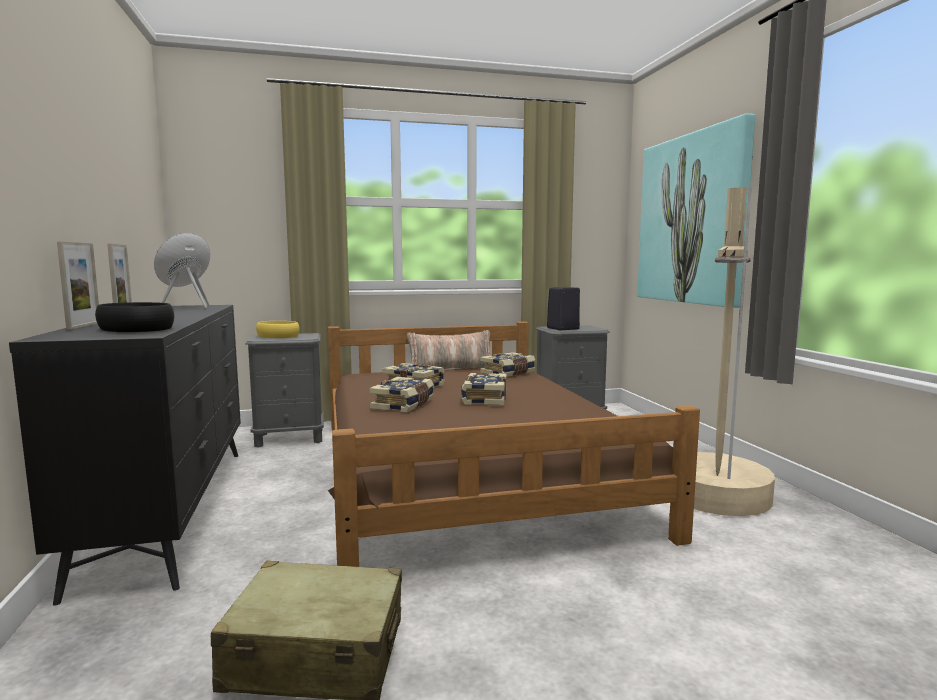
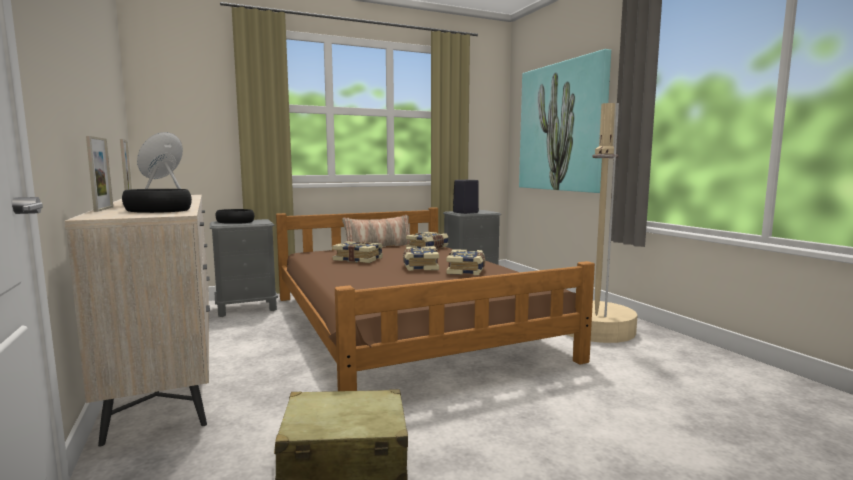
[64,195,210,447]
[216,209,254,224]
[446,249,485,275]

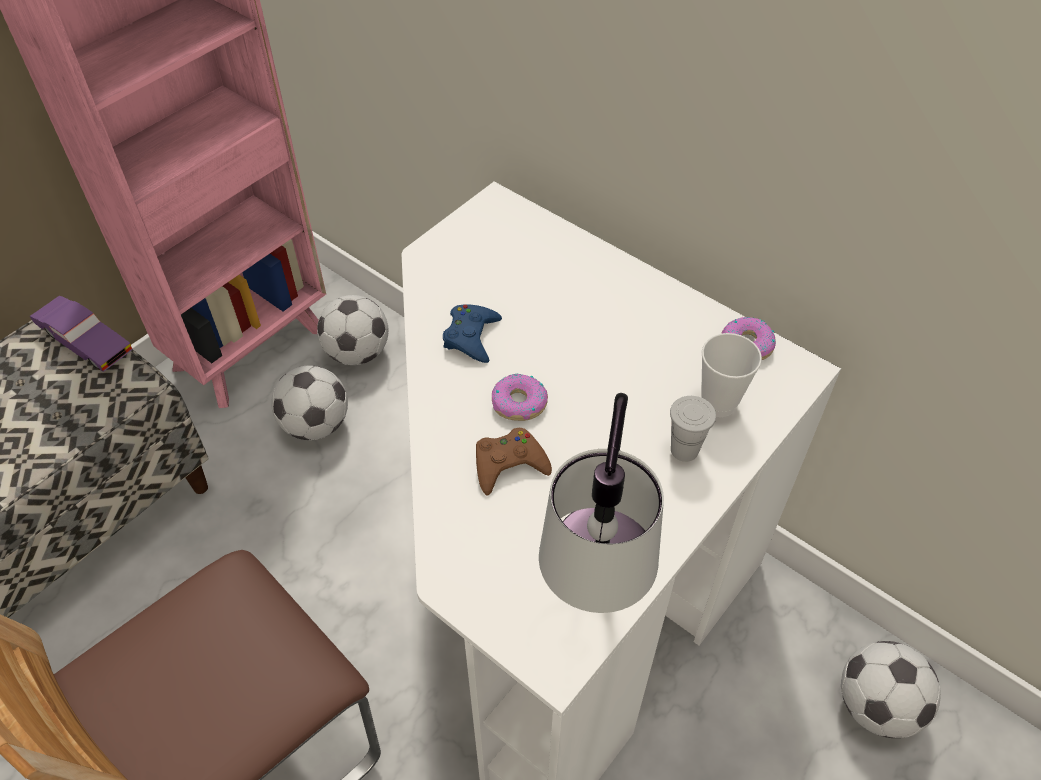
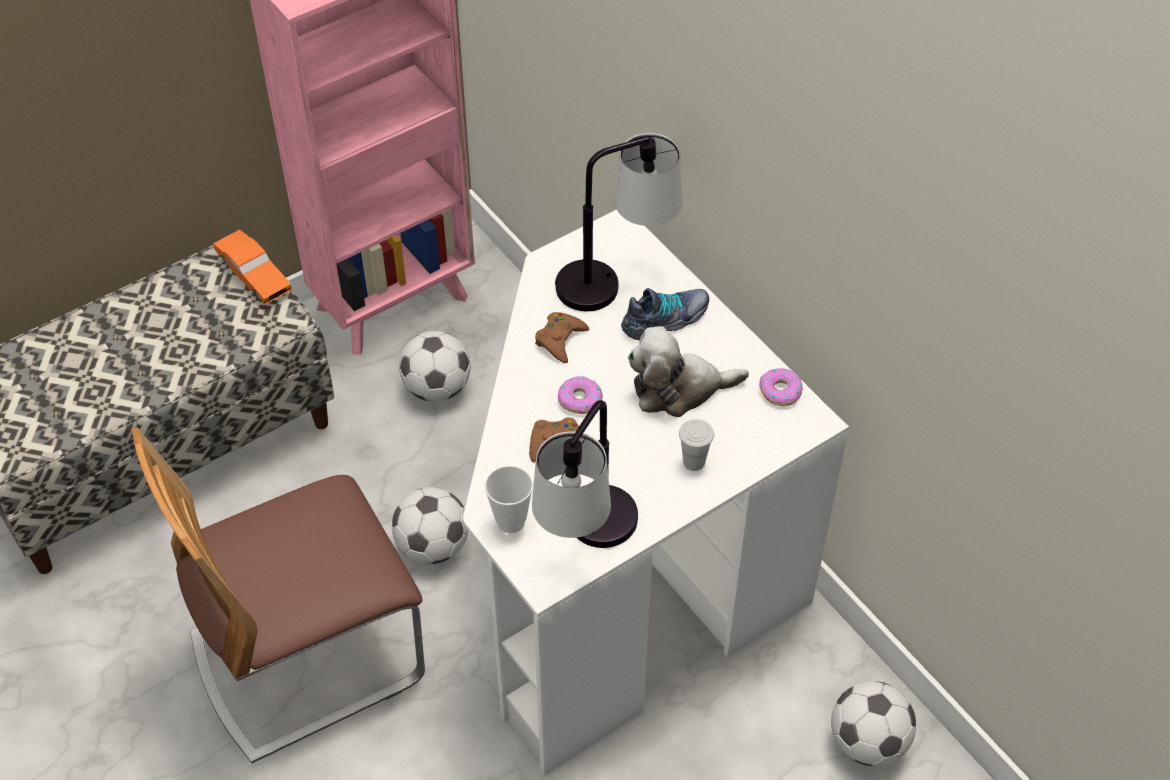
[213,230,292,305]
[392,487,468,564]
[535,312,589,363]
[484,465,533,533]
[555,133,683,311]
[621,288,709,340]
[628,326,749,417]

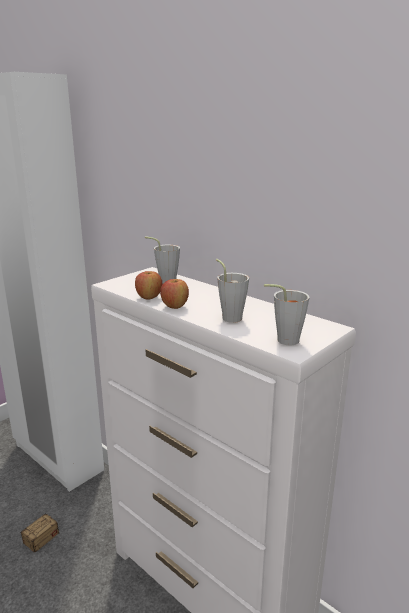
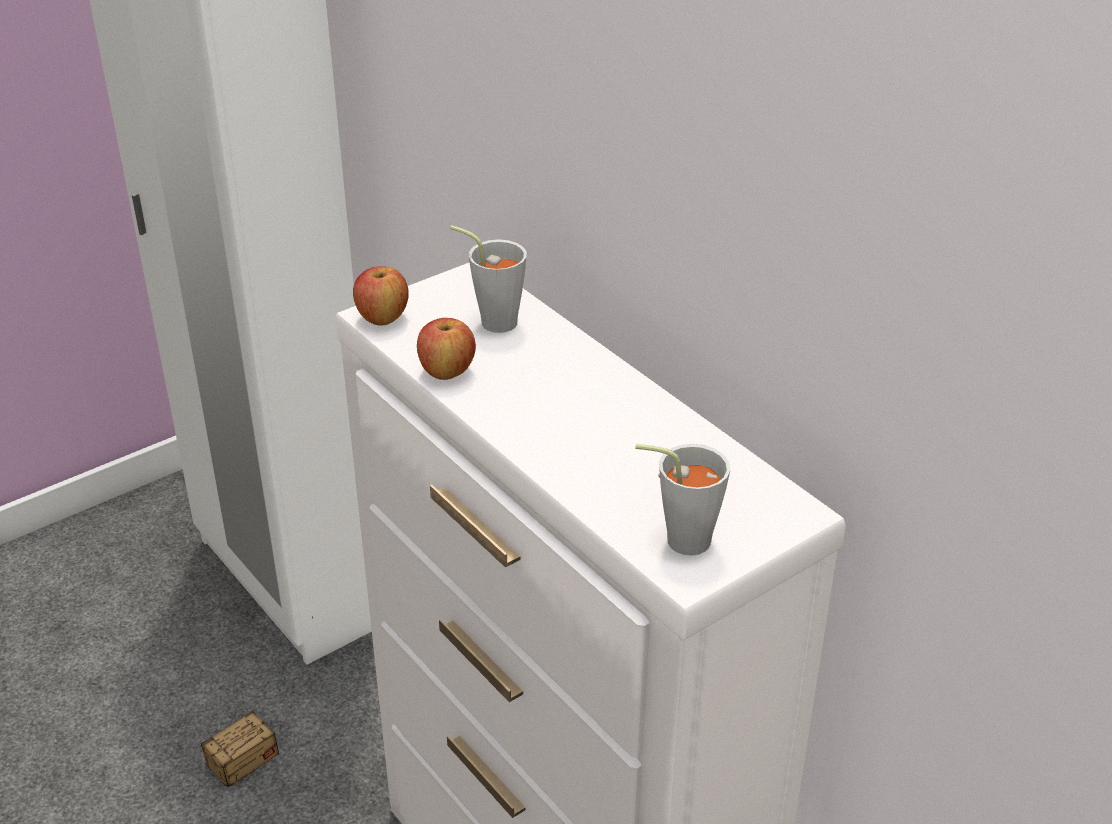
[353,266,409,326]
[216,259,249,323] (first image)

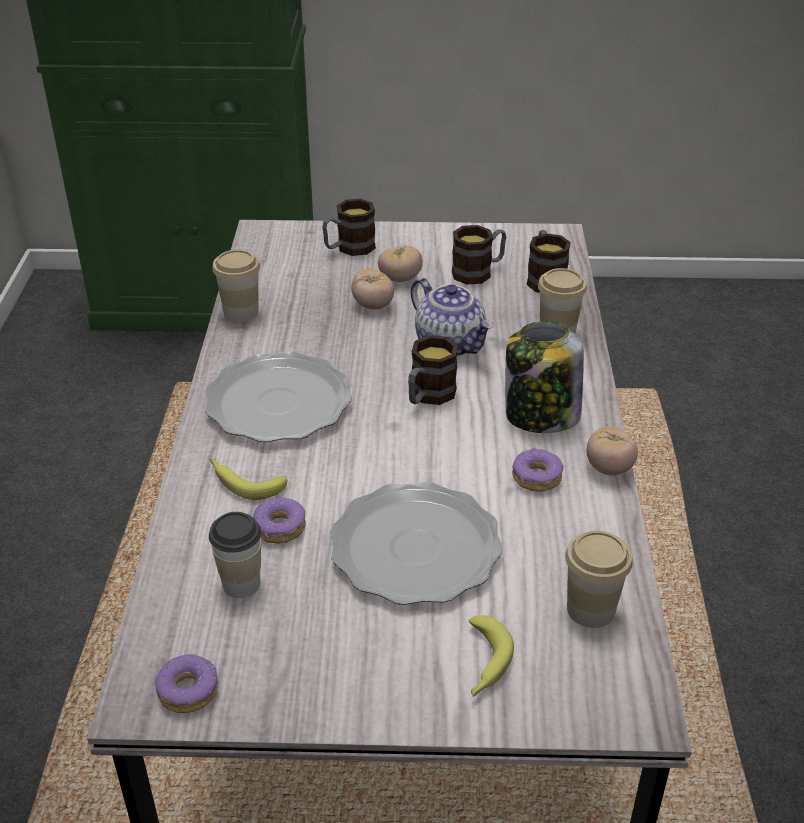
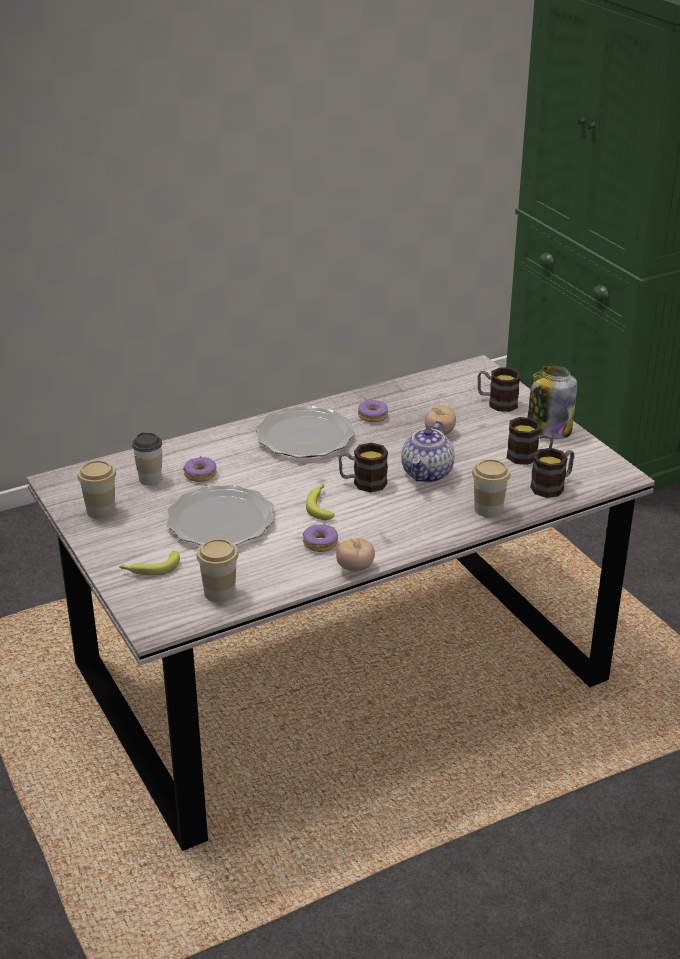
[358,400,388,422]
[306,483,335,520]
[77,460,116,519]
[378,246,423,282] (first image)
[528,365,577,439]

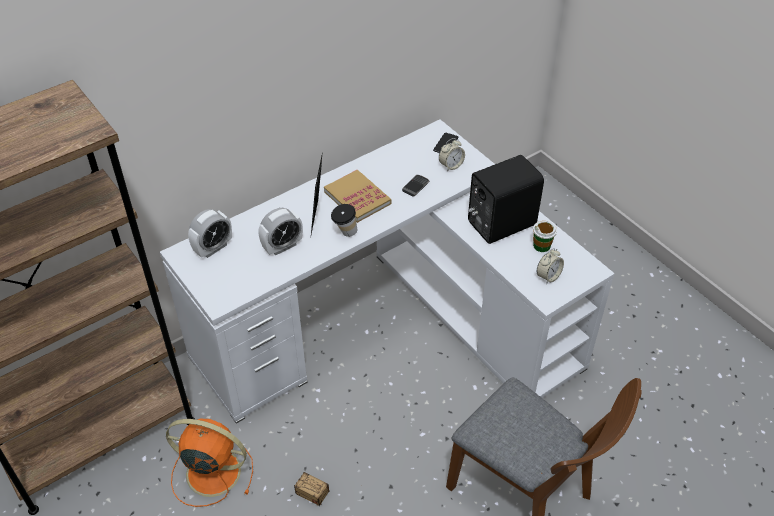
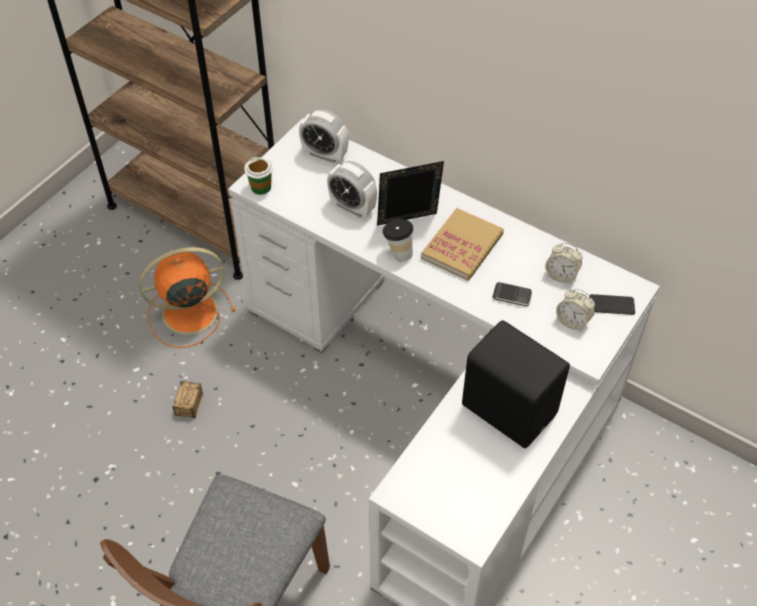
[139,247,236,348]
[244,157,273,195]
[545,243,583,284]

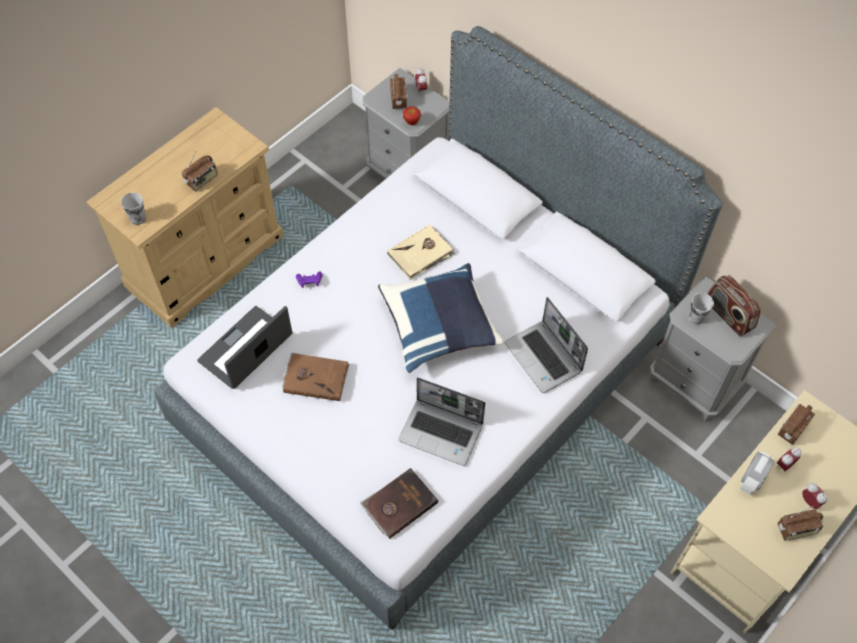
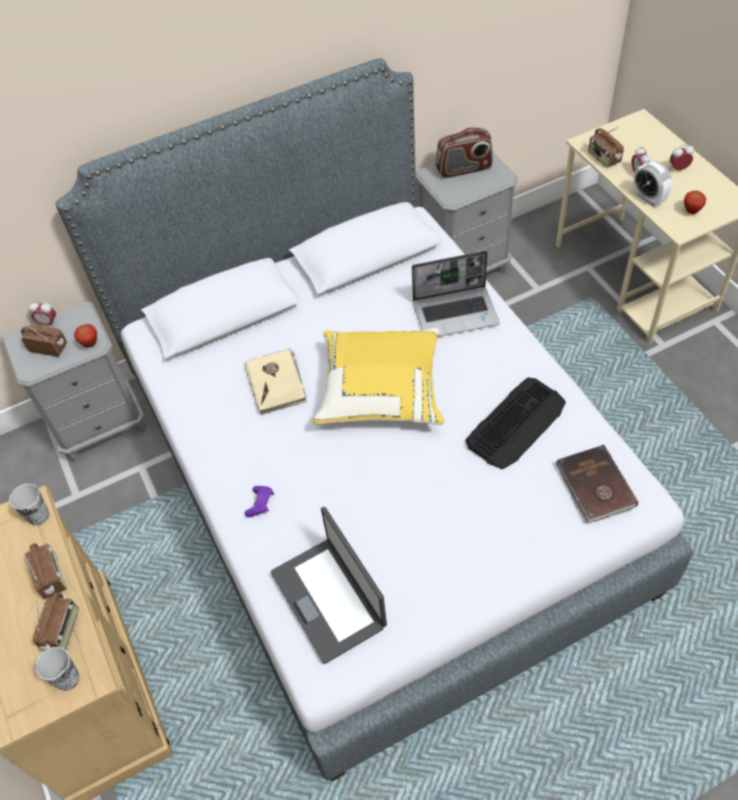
[282,353,349,401] (first image)
[313,328,444,425]
[465,377,566,469]
[9,484,49,526]
[33,593,79,651]
[684,191,706,214]

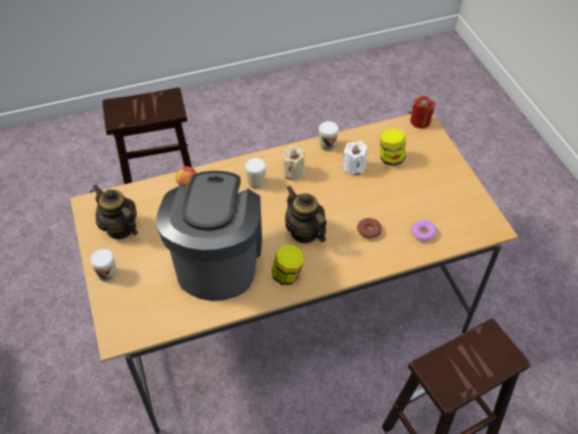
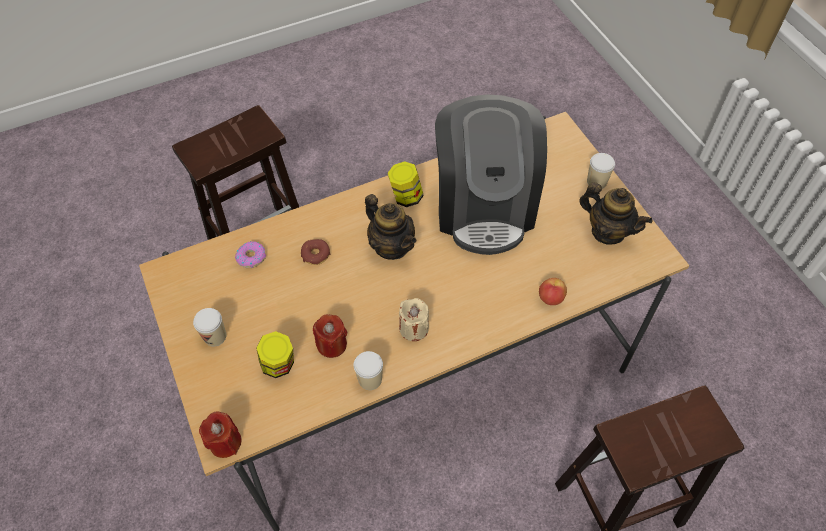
[193,308,226,347]
[313,315,347,358]

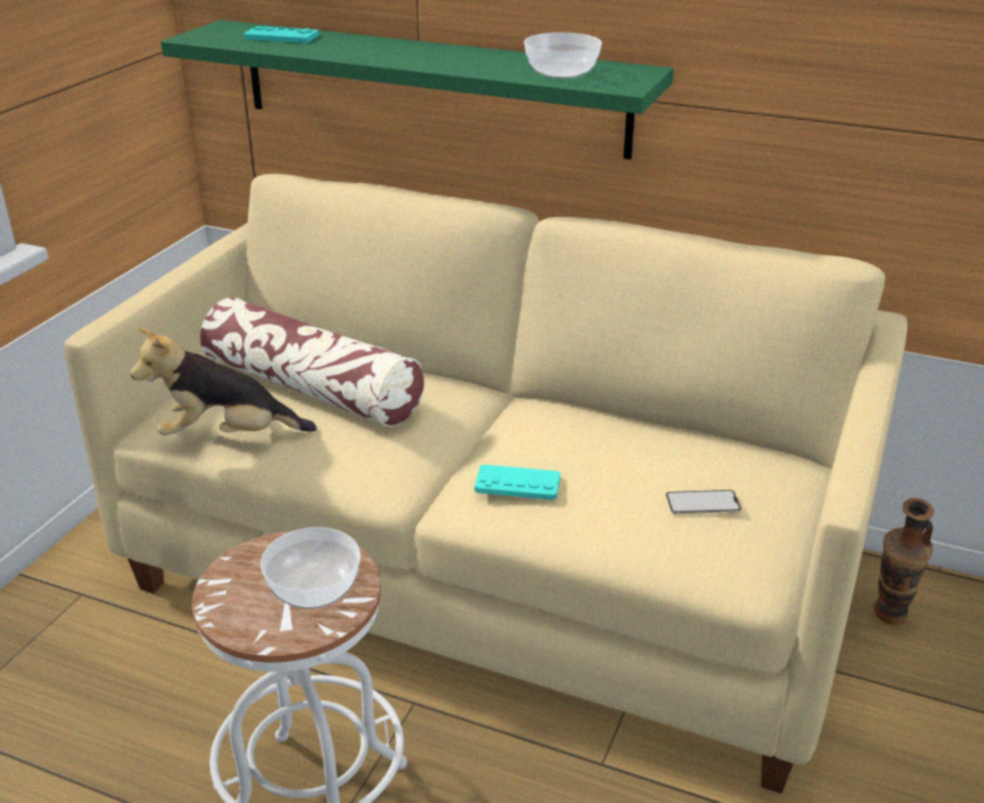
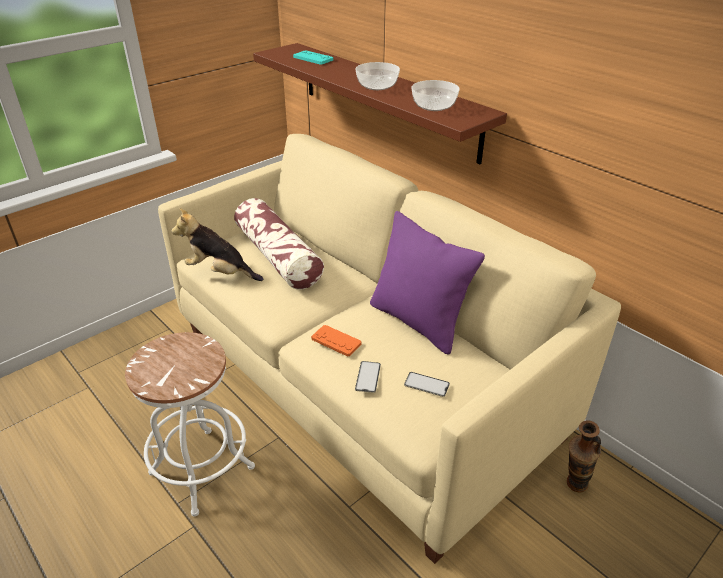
[253,43,507,164]
[356,62,400,90]
[311,325,362,357]
[355,361,381,393]
[370,211,485,355]

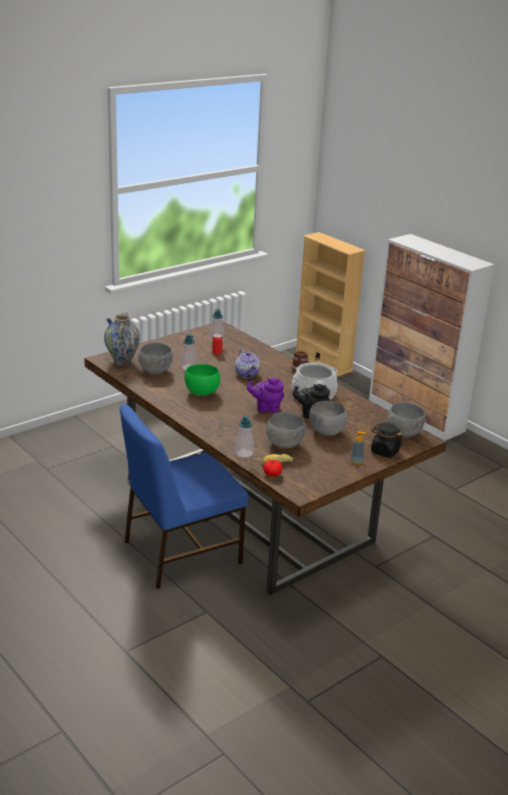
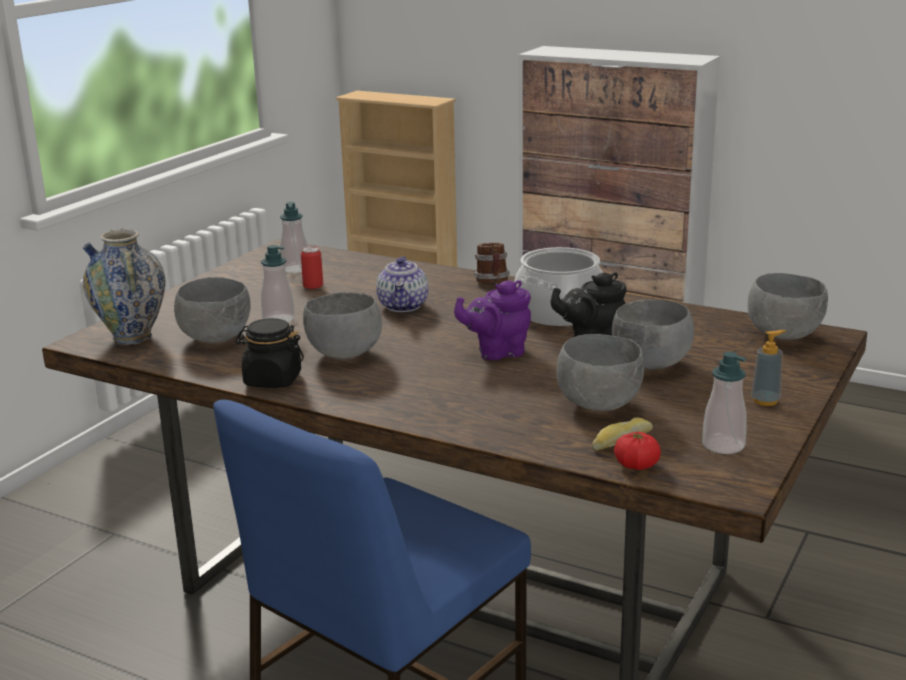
[303,292,382,359]
[376,256,428,312]
[702,352,747,454]
[235,318,304,388]

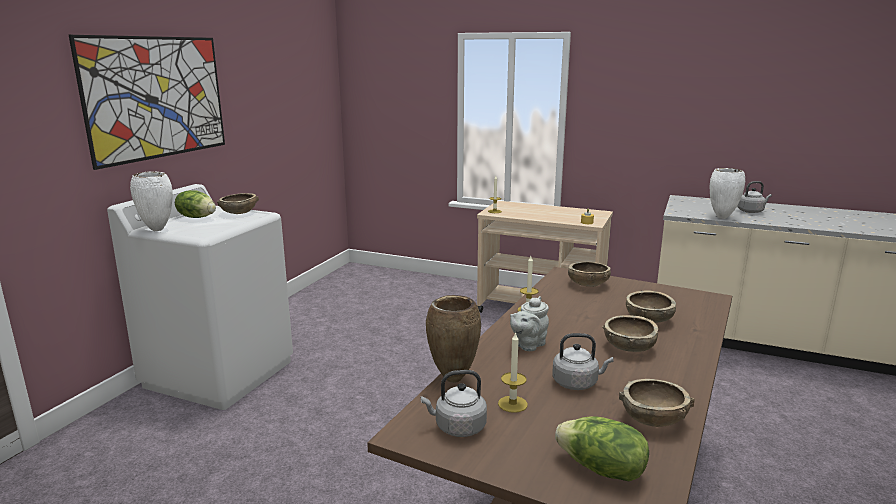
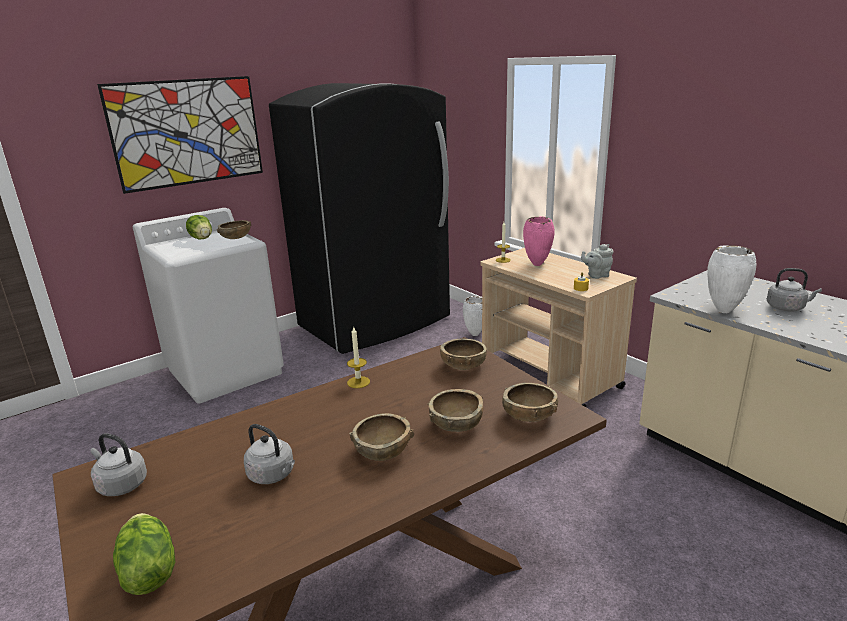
[463,296,482,336]
[426,295,481,383] (first image)
[498,332,528,413] (first image)
[581,244,613,279]
[502,383,558,422]
[269,83,450,354]
[523,217,555,266]

